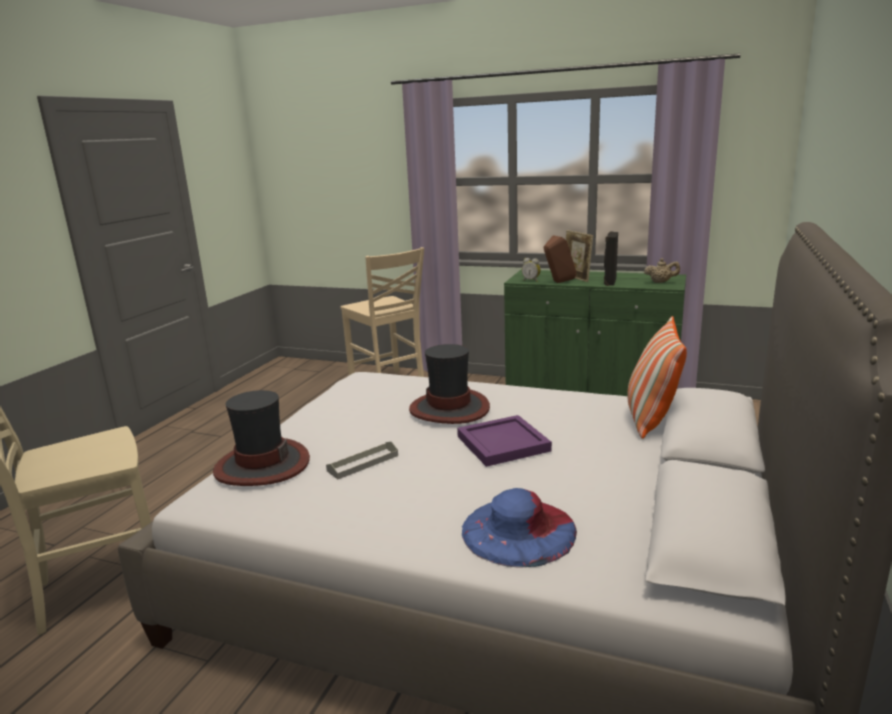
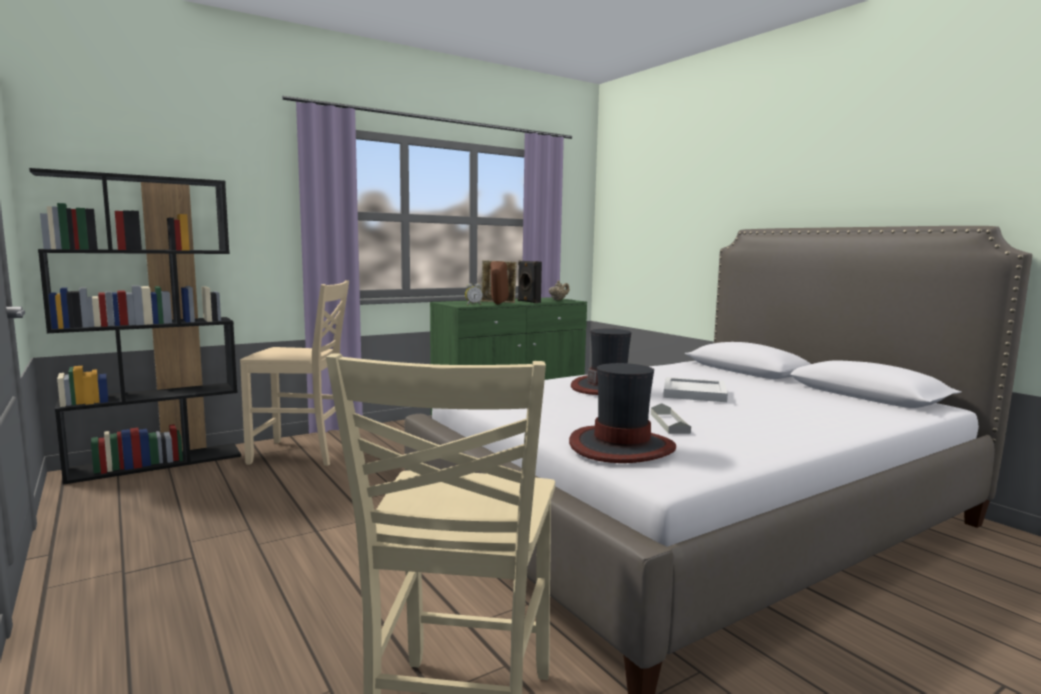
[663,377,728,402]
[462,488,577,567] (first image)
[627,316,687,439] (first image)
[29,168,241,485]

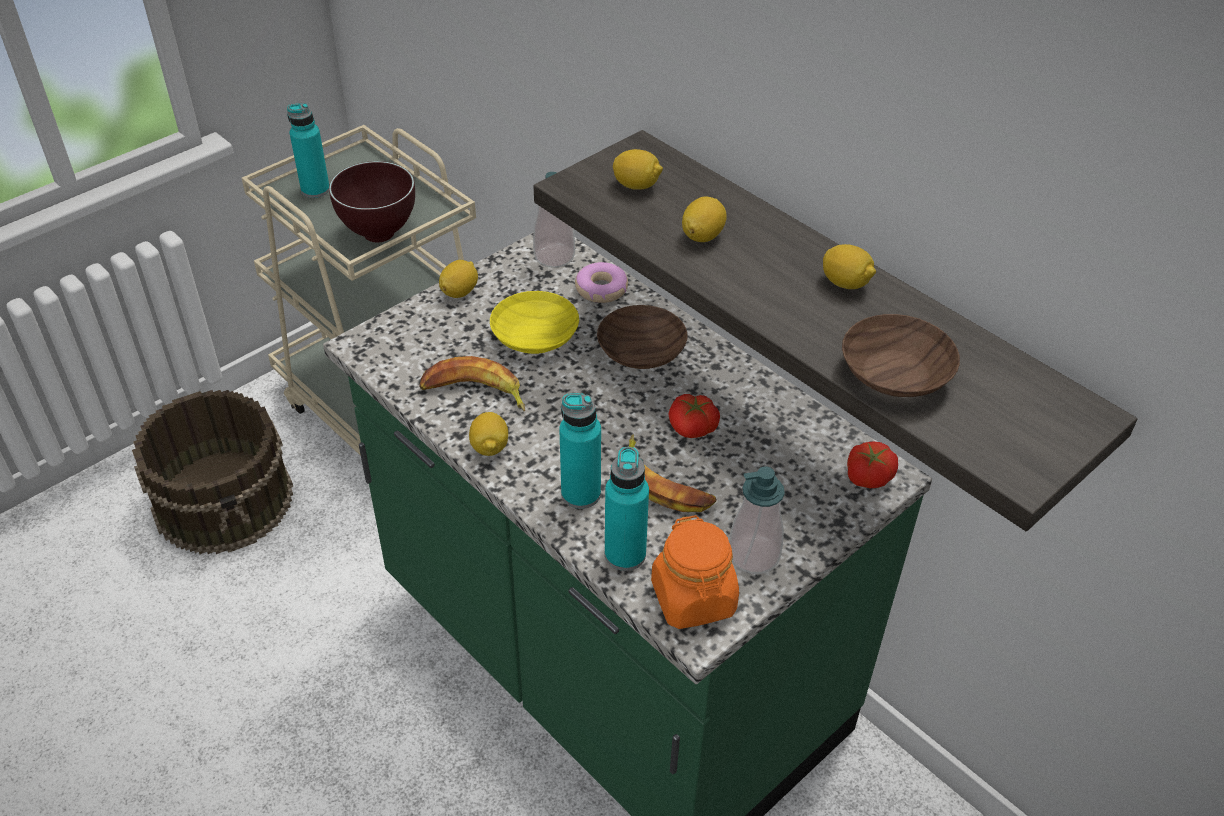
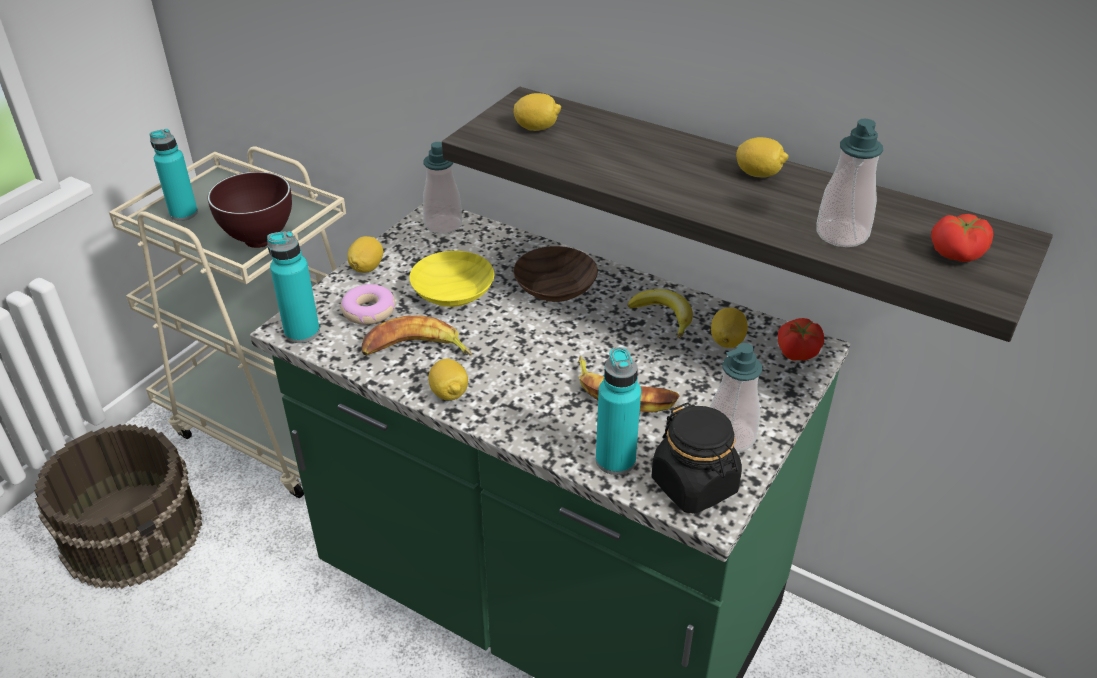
[267,231,320,343]
[341,284,395,325]
[651,402,742,514]
[931,214,993,262]
[711,307,748,348]
[816,119,883,247]
[627,289,693,338]

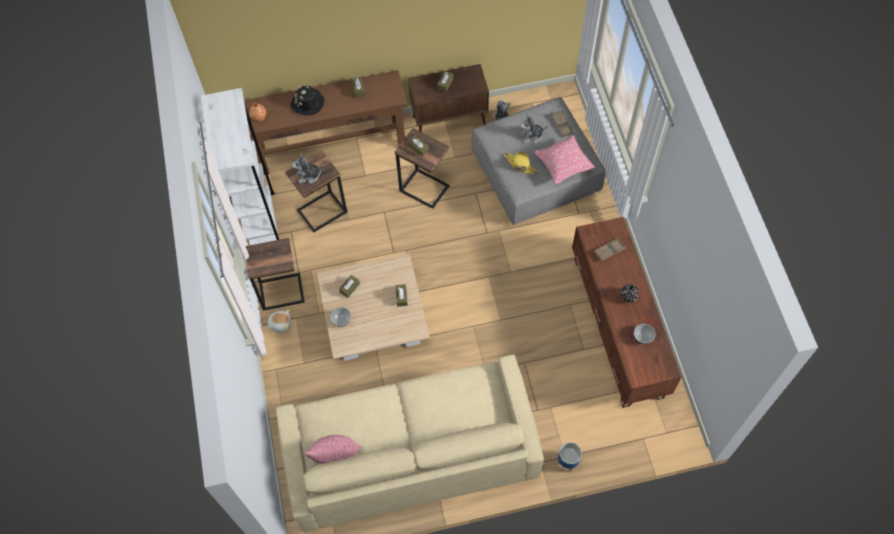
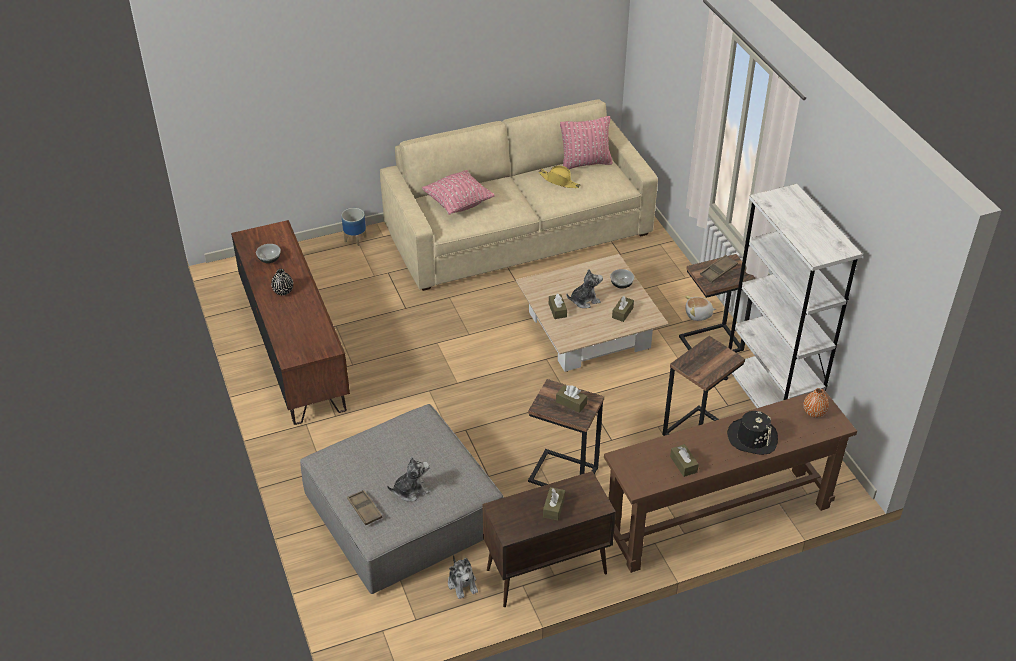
[567,269,603,308]
[539,165,580,188]
[422,170,494,215]
[700,255,738,283]

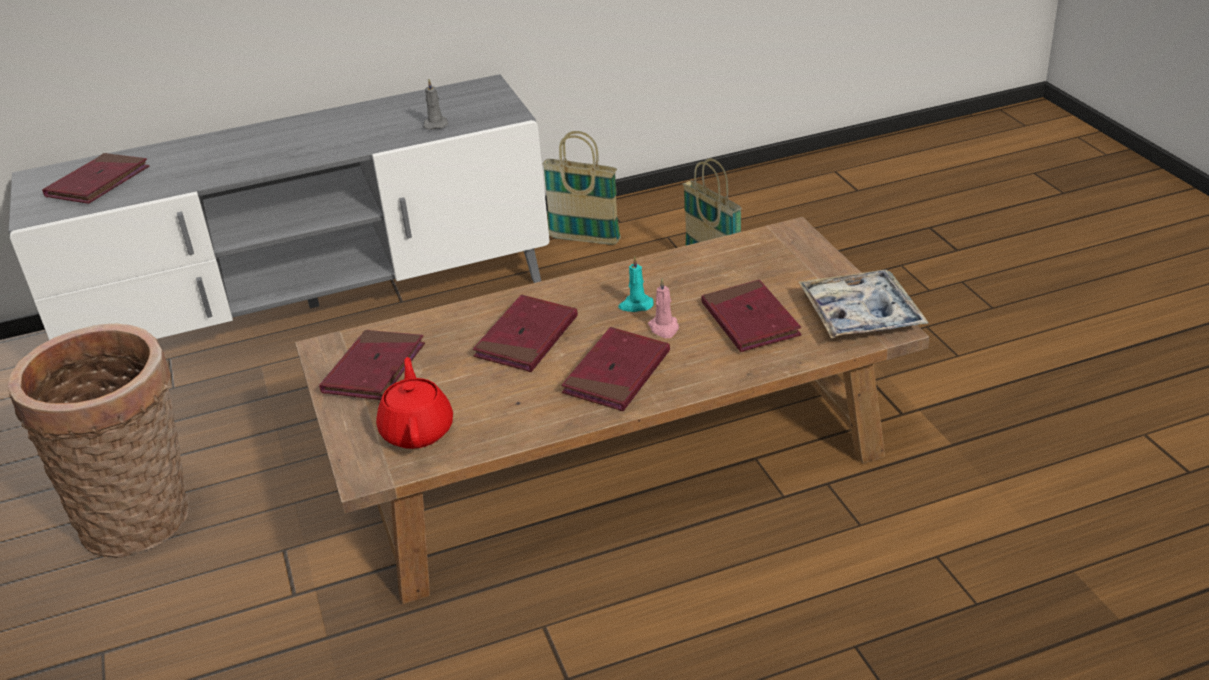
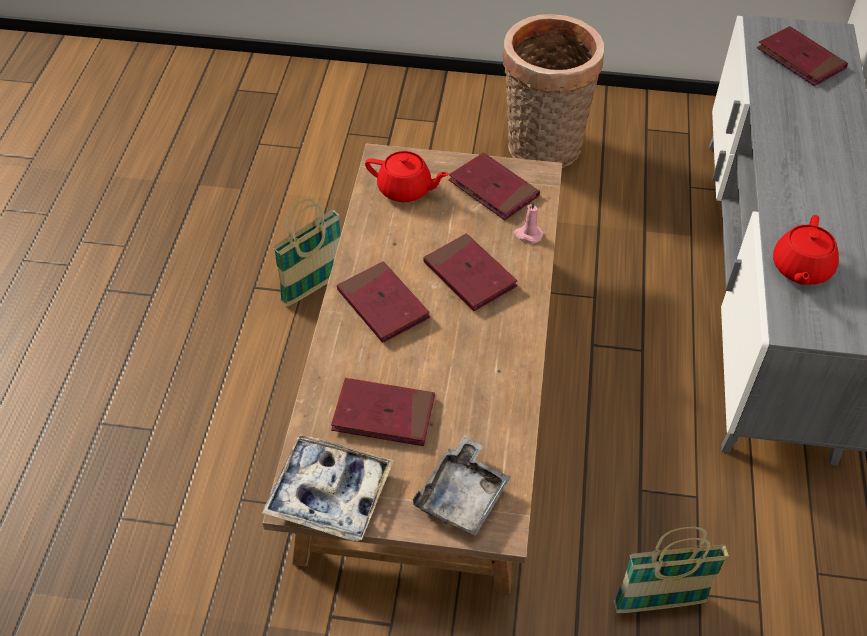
[773,215,839,285]
[272,198,341,306]
[618,256,654,312] (first image)
[514,200,543,243]
[413,436,511,536]

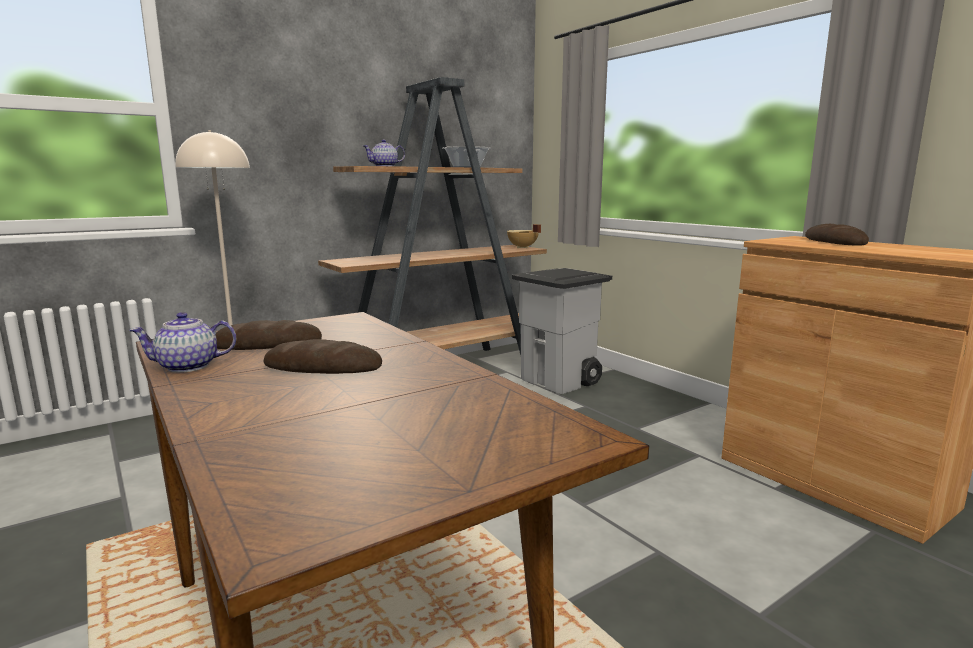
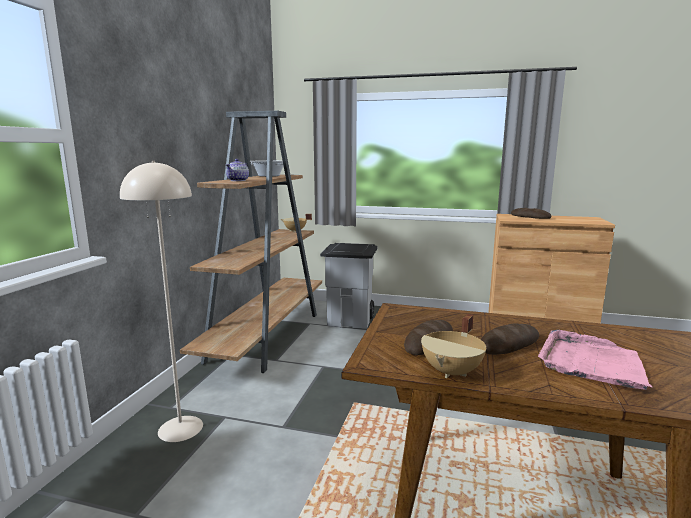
[421,314,486,378]
[538,330,653,390]

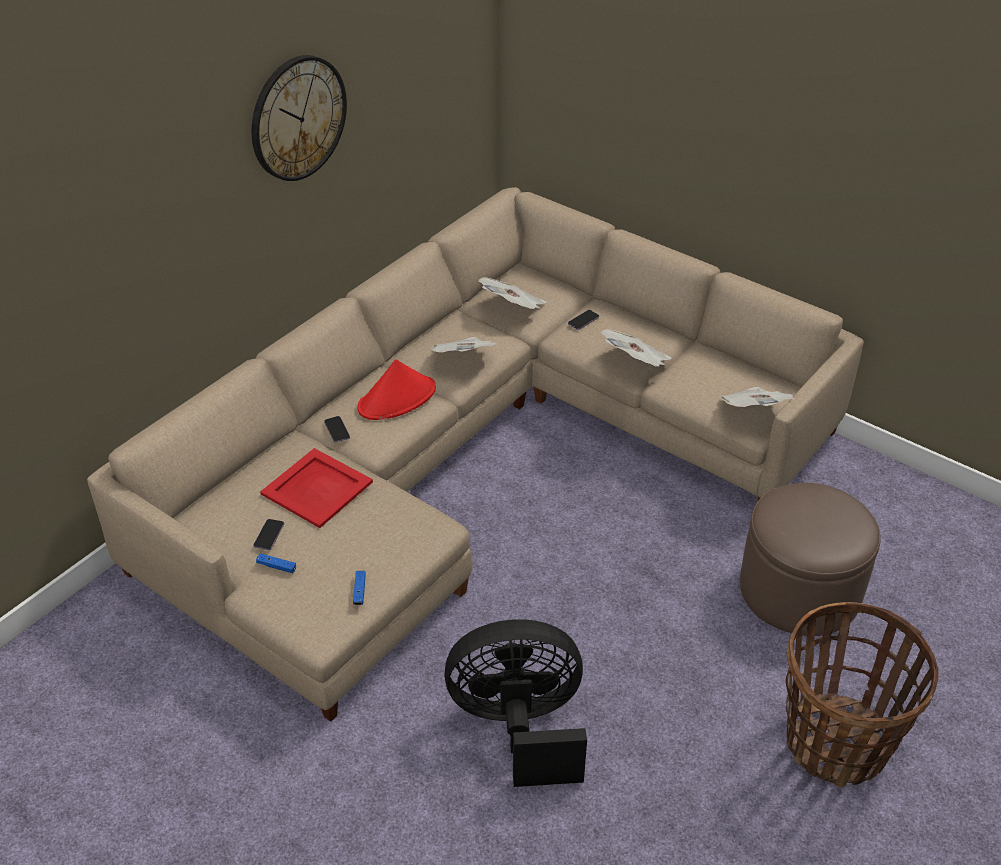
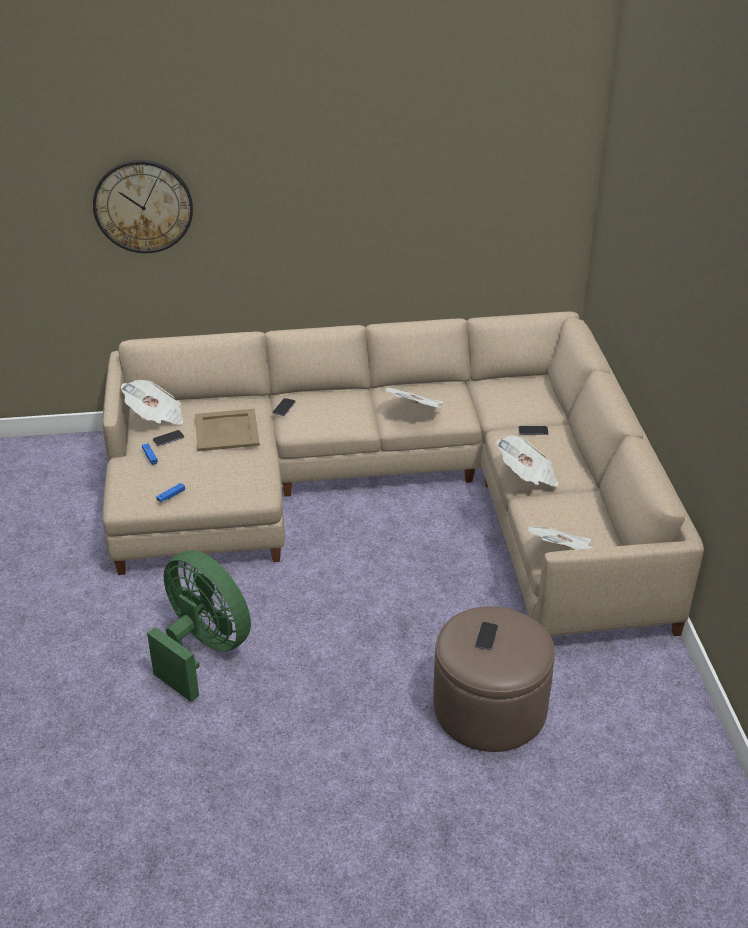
[93,160,193,253]
[195,409,260,451]
[358,359,436,420] (first image)
[147,550,251,702]
[121,380,183,425]
[786,602,938,788] (first image)
[475,622,498,650]

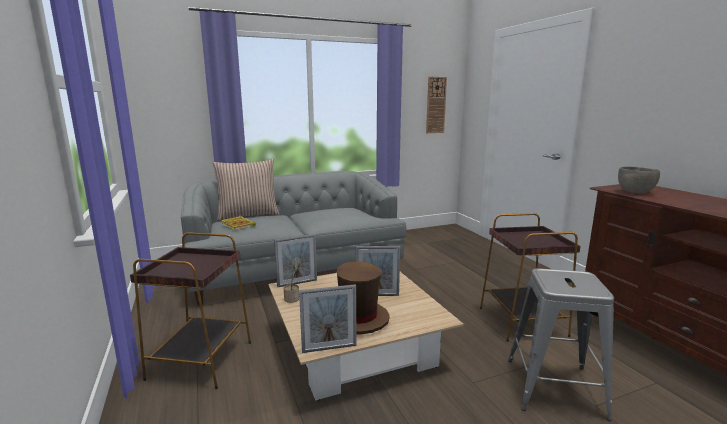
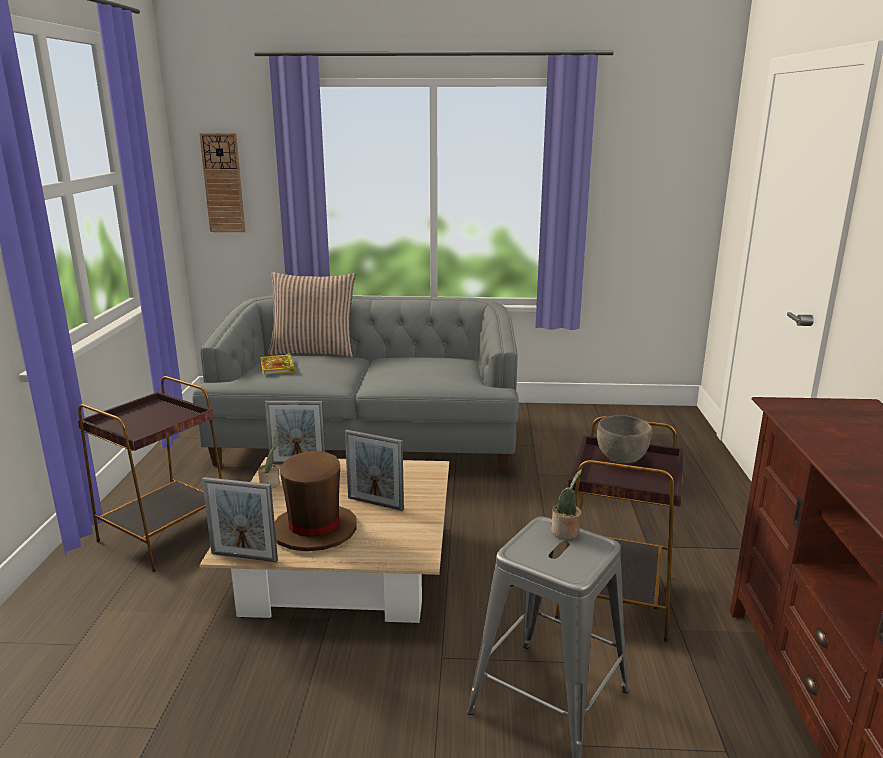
[199,133,245,232]
[597,415,652,464]
[551,469,582,540]

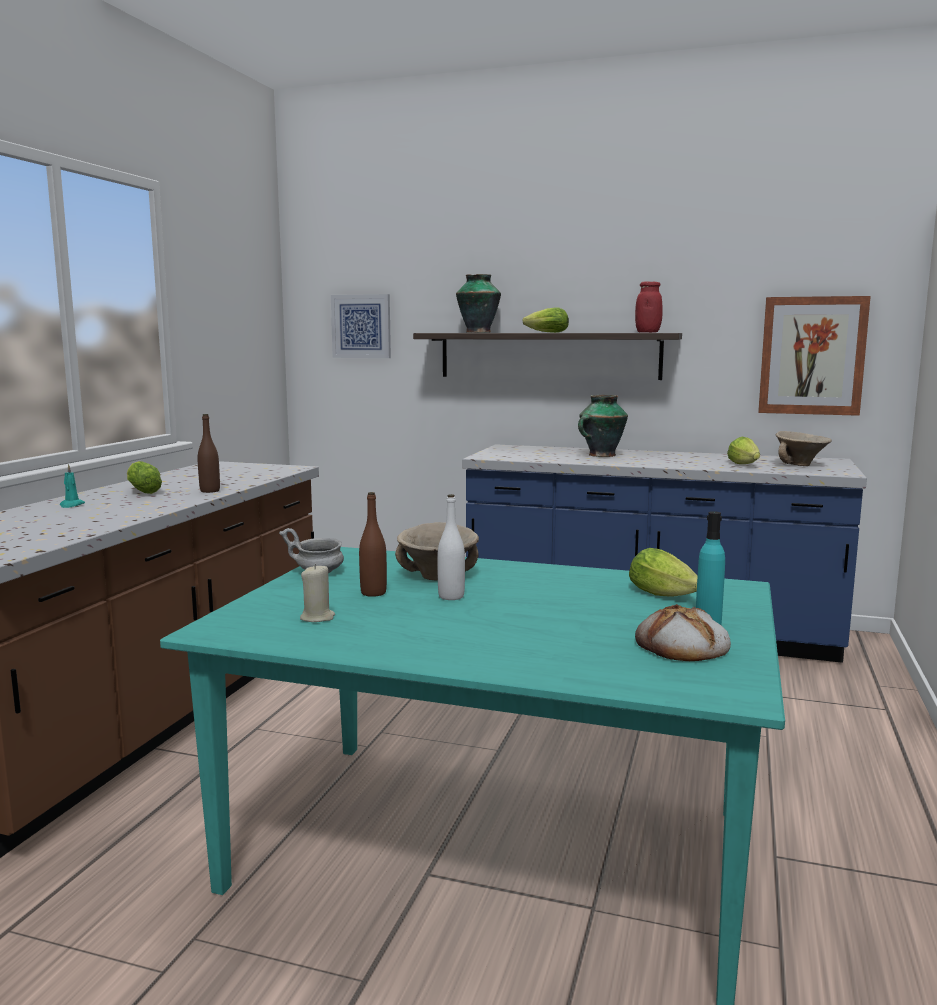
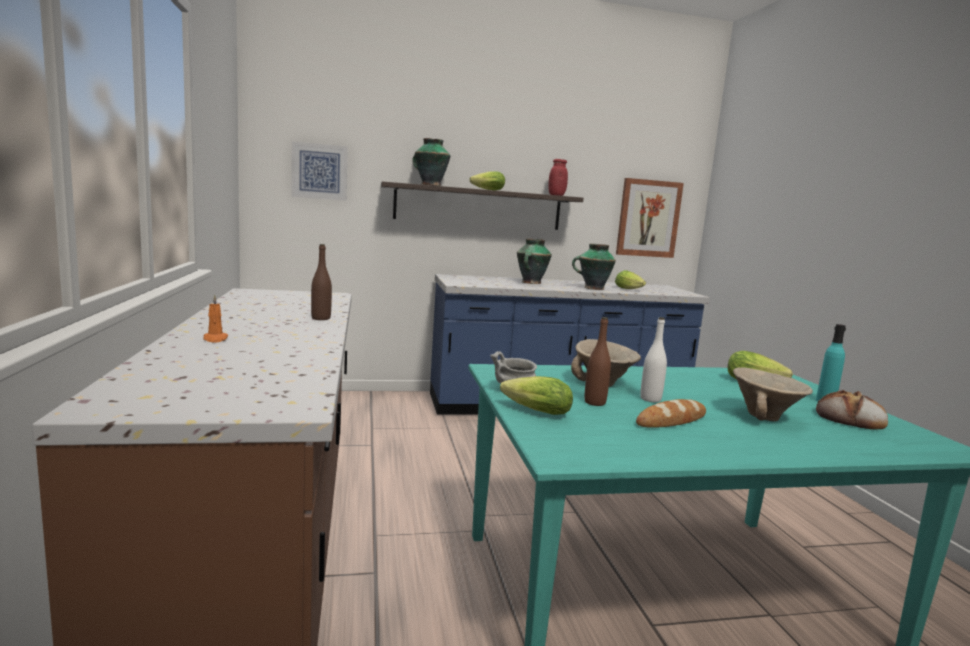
[203,294,228,342]
[500,376,573,415]
[300,564,335,622] (first image)
[733,367,813,421]
[572,244,616,290]
[636,399,706,428]

